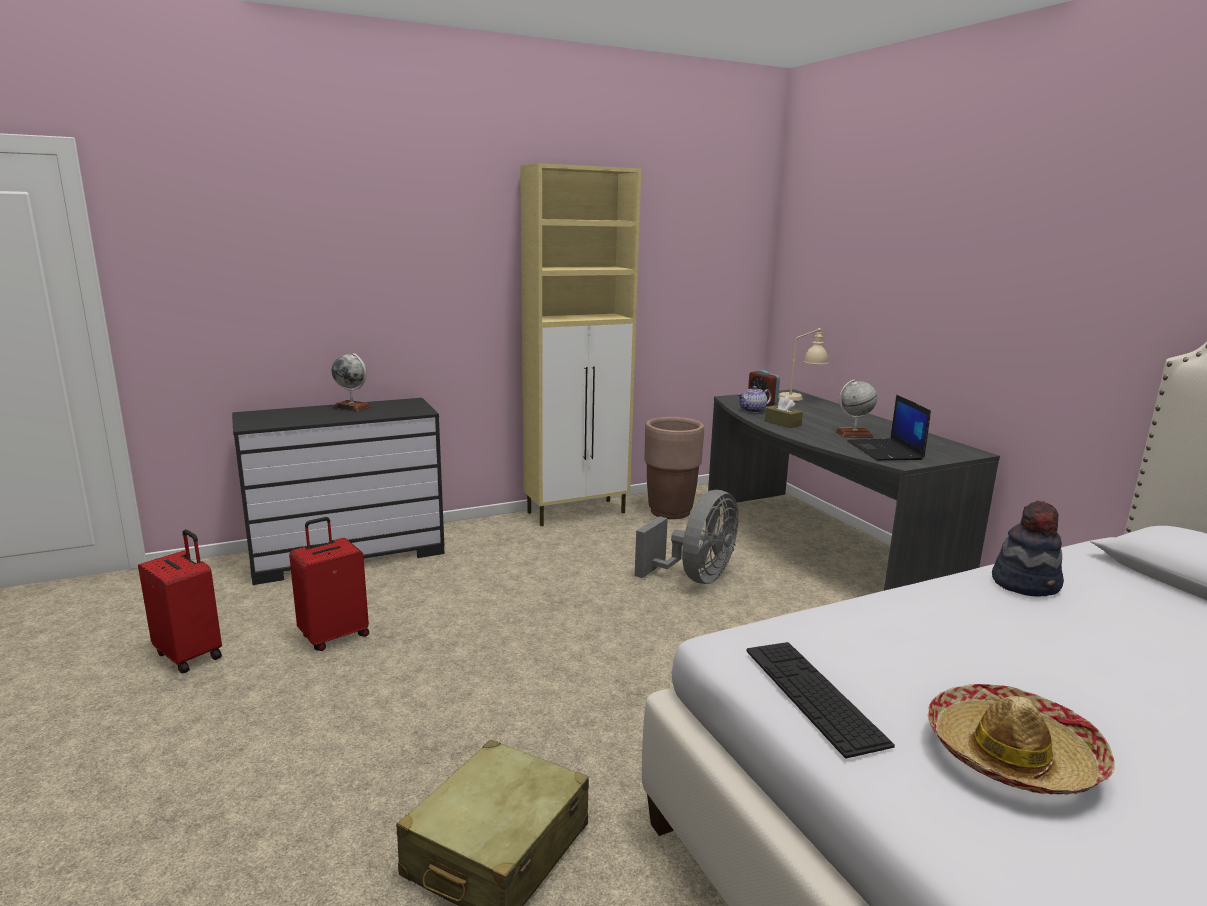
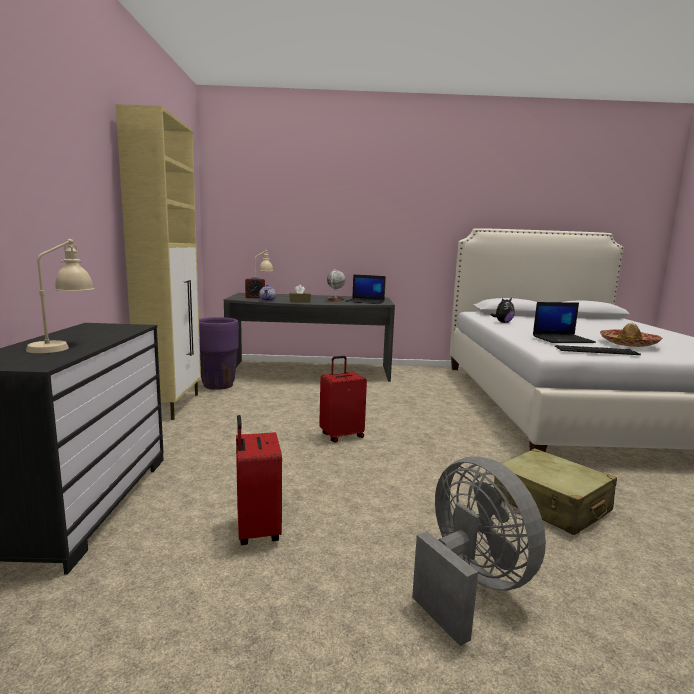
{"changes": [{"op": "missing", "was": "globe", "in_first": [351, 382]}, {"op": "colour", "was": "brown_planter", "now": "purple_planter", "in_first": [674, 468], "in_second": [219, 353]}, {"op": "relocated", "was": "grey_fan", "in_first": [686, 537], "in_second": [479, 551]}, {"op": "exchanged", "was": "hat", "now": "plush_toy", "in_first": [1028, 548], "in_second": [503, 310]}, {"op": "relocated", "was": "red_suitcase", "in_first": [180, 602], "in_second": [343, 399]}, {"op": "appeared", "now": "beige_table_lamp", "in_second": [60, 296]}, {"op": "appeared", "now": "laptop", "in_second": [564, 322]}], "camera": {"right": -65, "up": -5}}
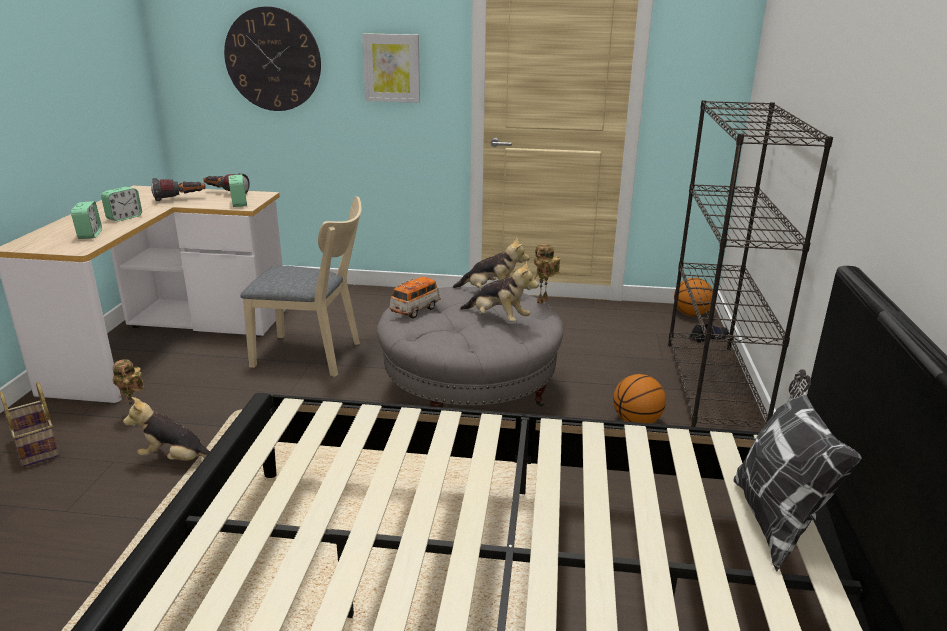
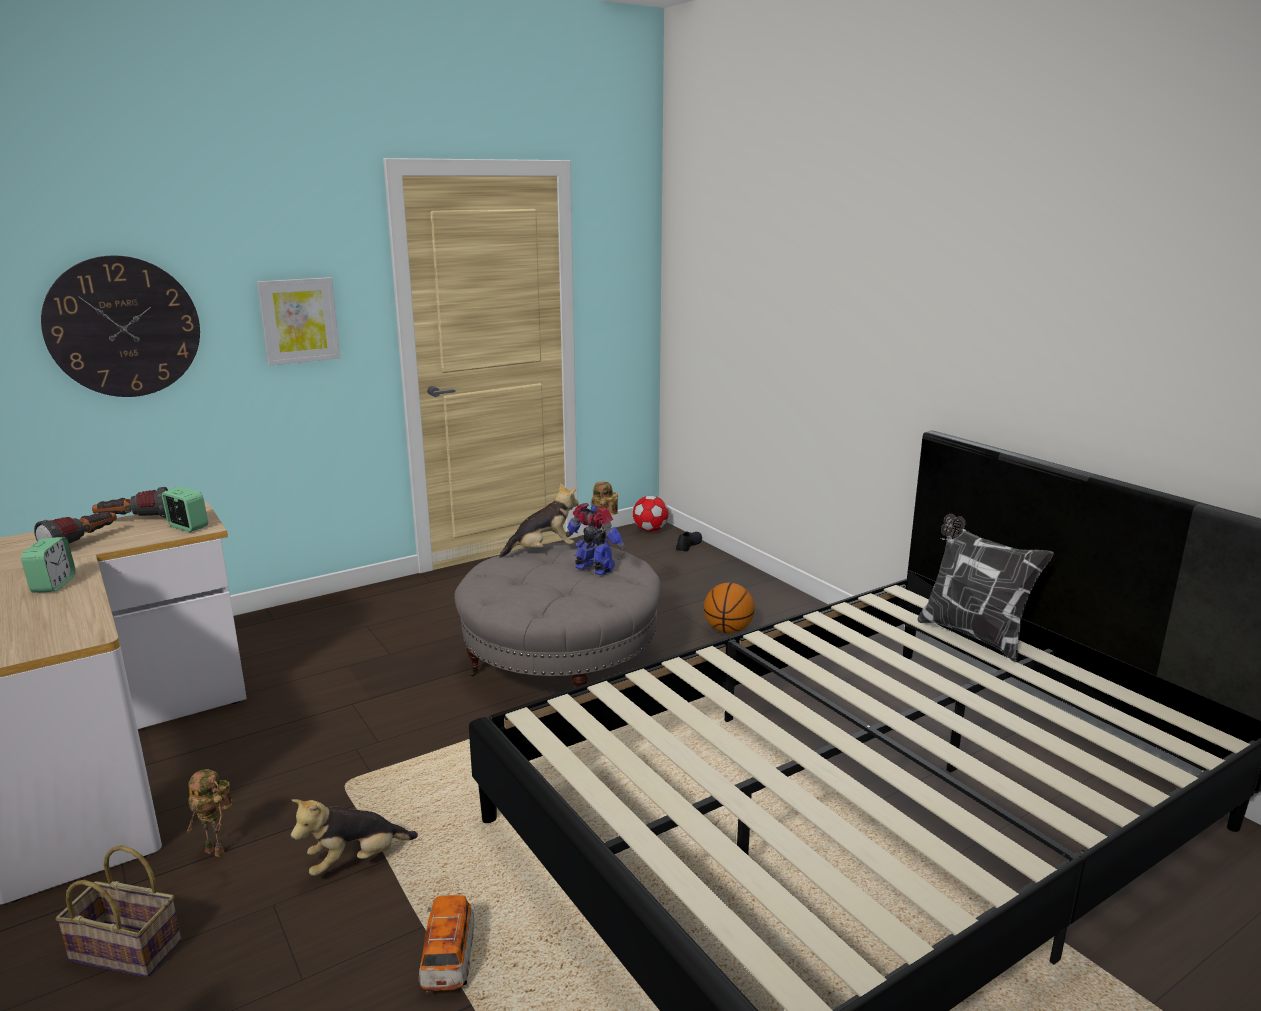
{"changes": [{"op": "missing", "was": "black_bookcase", "in_first": [750, 264]}, {"op": "missing", "was": "beige_chair", "in_first": [301, 286]}, {"op": "missing", "was": "alarm_clock", "in_first": [86, 220]}, {"op": "exchanged", "was": "plush_toy", "now": "toy_robot", "in_first": [499, 291], "in_second": [596, 539]}, {"op": "relocated", "was": "toy_car", "in_first": [415, 297], "in_second": [447, 944]}, {"op": "exchanged", "was": "basketball", "now": "football", "in_first": [693, 297], "in_second": [651, 514]}], "camera": {"right": -40, "up": -5}}
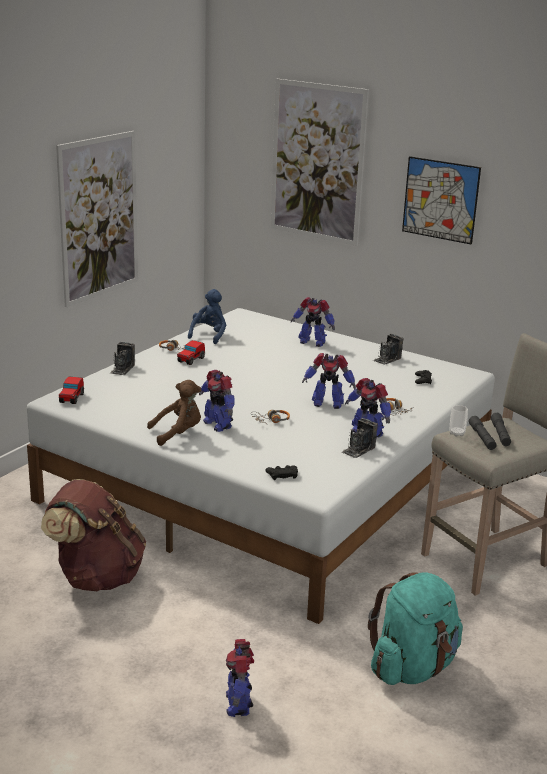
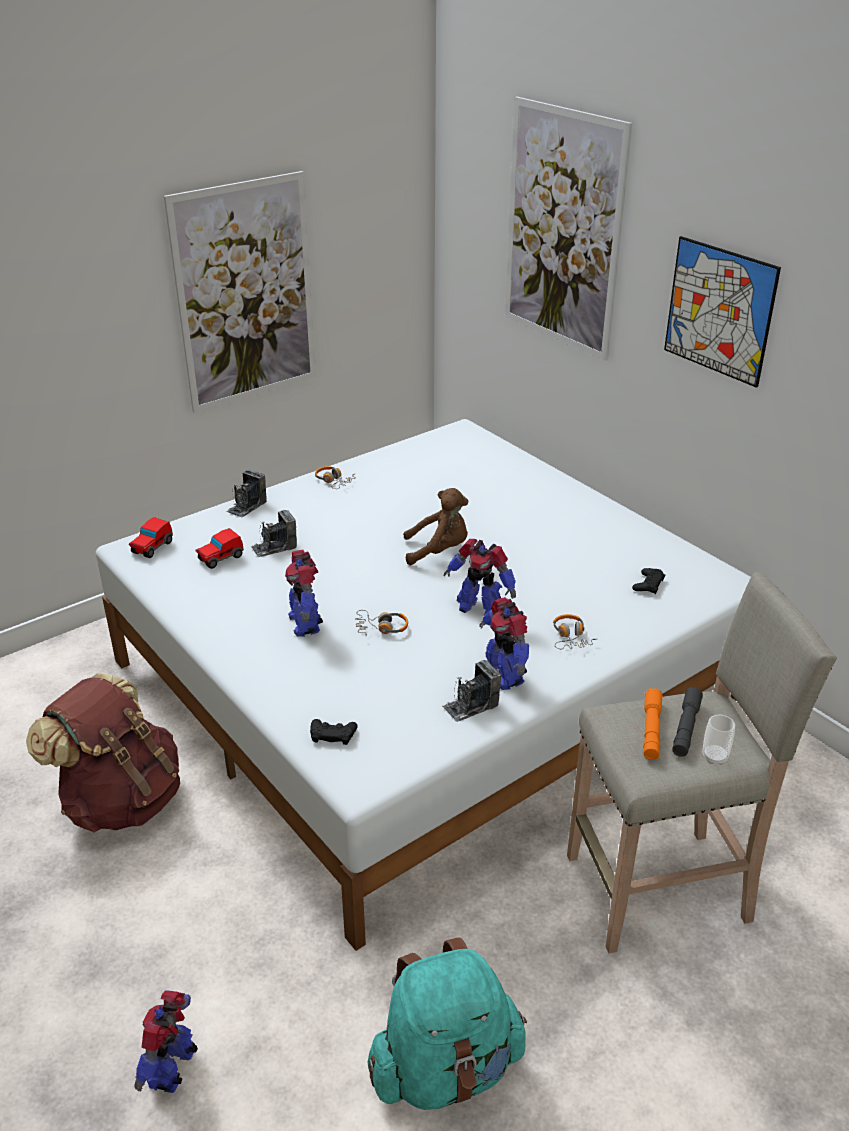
{"changes": [{"op": "missing", "was": "blue_plush_toy", "in_first": [207, 316]}, {"op": "missing", "was": "toy_robot", "in_first": [313, 322]}, {"op": "relocated", "was": "photo_camera", "in_first": [388, 349], "in_second": [274, 533]}, {"op": "relocated", "was": "toy_car", "in_first": [191, 352], "in_second": [219, 548]}, {"op": "relocated", "was": "brown_plush_toy", "in_first": [174, 413], "in_second": [435, 526]}, {"op": "relocated", "was": "cup", "in_first": [459, 421], "in_second": [718, 739]}, {"op": "colour", "was": "grey_flashlight", "now": "orange_flashlight", "in_first": [483, 433], "in_second": [652, 724]}], "camera": {"right": 20, "up": 10}}
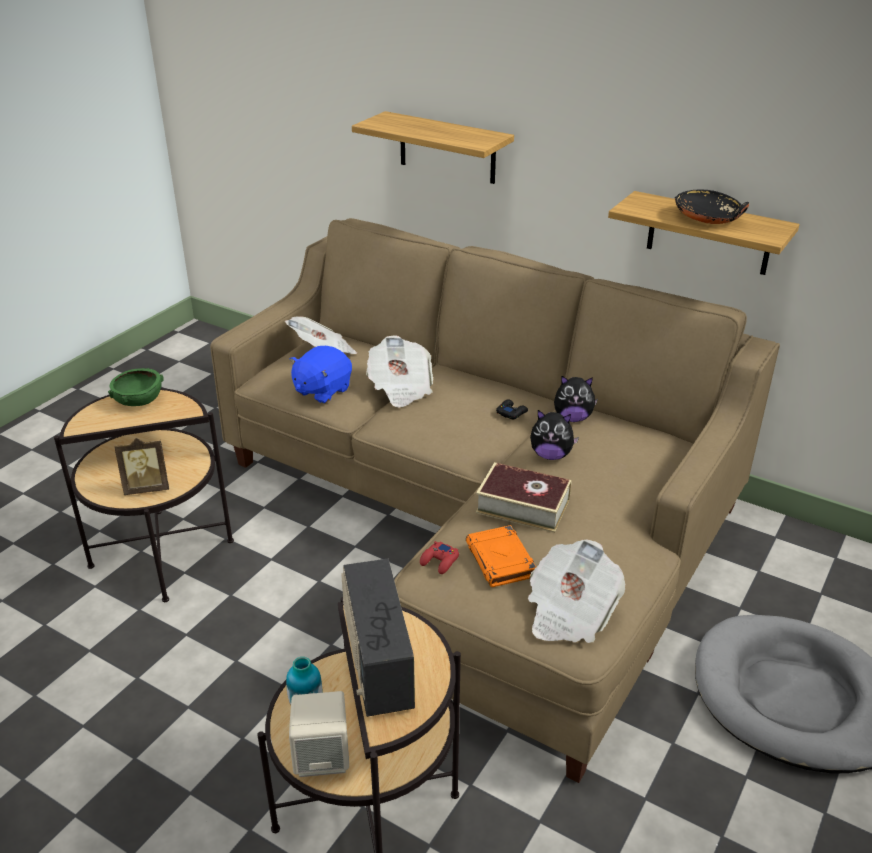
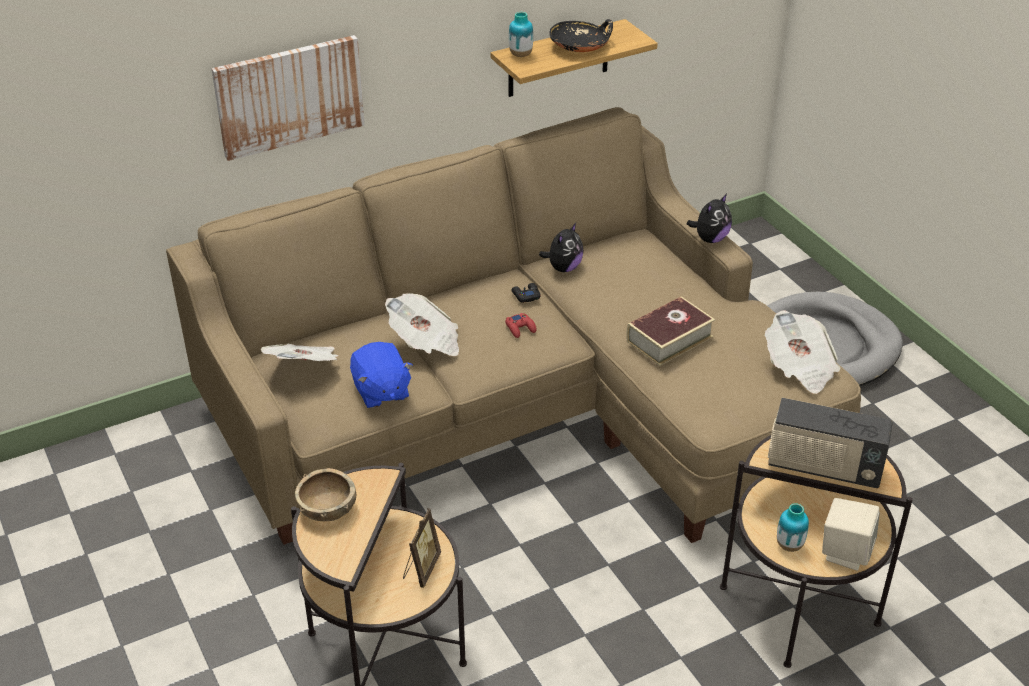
{"changes": [{"op": "exchanged", "was": "shelf", "now": "picture", "in_first": [433, 147], "in_second": [288, 98]}, {"op": "colour", "was": "green_bowl", "now": "brown_bowl", "in_first": [136, 387], "in_second": [325, 495]}, {"op": "relocated", "was": "plush_toy", "in_first": [554, 435], "in_second": [709, 218]}, {"op": "missing", "was": "orange_book", "in_first": [501, 556]}, {"op": "relocated", "was": "red_game_controller", "in_first": [439, 557], "in_second": [520, 325]}, {"op": "appeared", "now": "vase", "in_second": [521, 34]}], "camera": {"right": -60, "up": 5}}
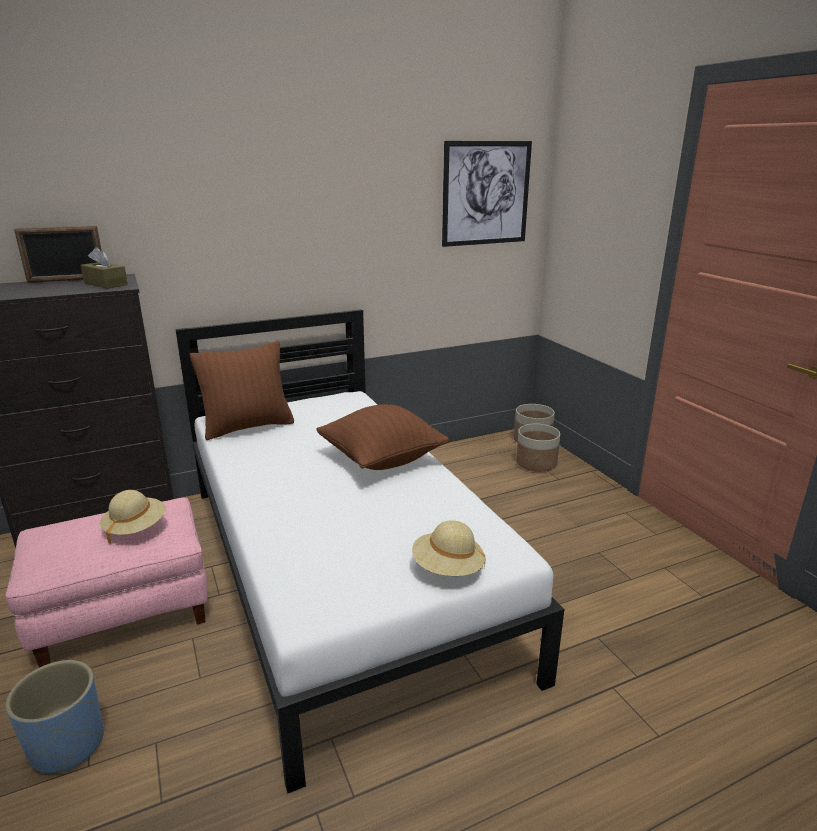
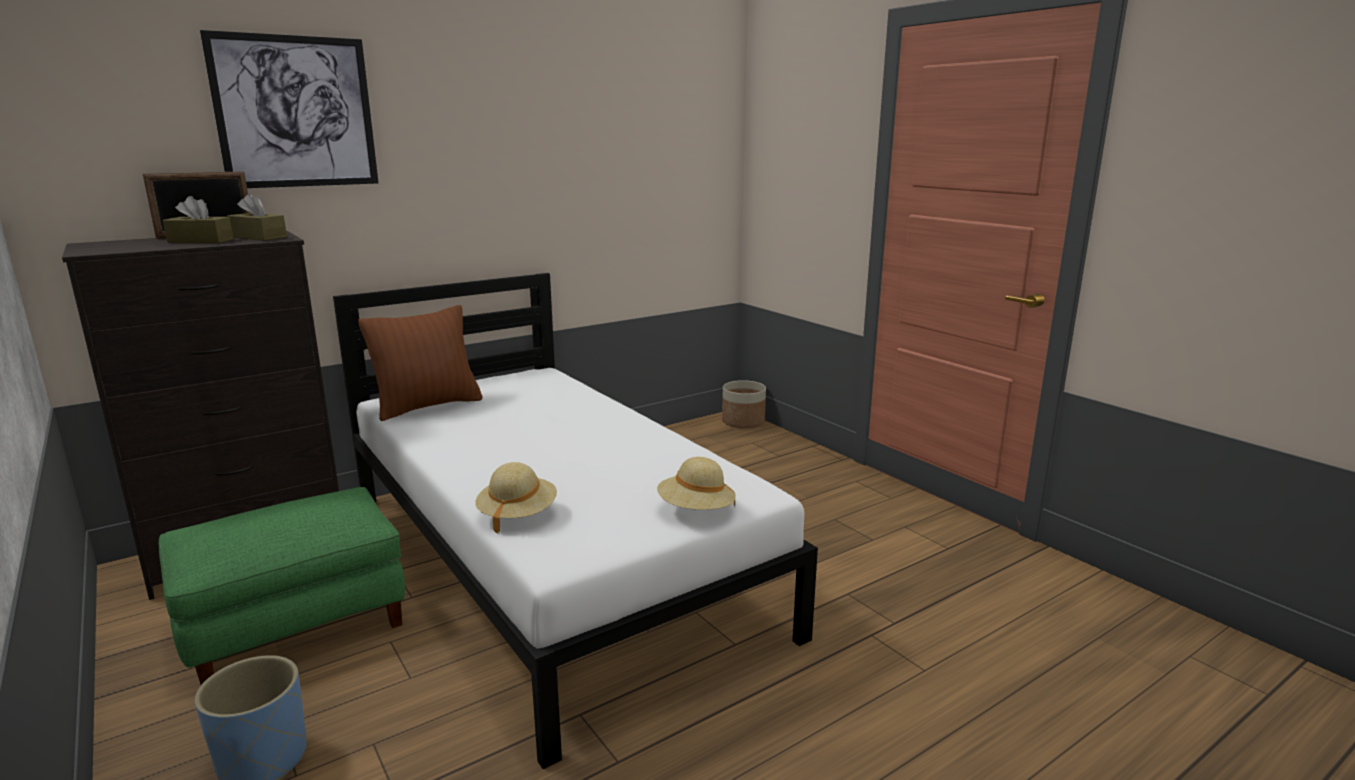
{"changes": [{"op": "relocated", "was": "picture", "in_first": [487, 194], "in_second": [289, 109]}, {"op": "missing", "was": "brown_pillow", "in_first": [382, 437]}, {"op": "missing", "was": "planter", "in_first": [538, 448]}, {"op": "relocated", "was": "beige_hat", "in_first": [133, 517], "in_second": [516, 498]}, {"op": "colour", "was": "pink_ottoman", "now": "green_ottoman", "in_first": [106, 582], "in_second": [282, 586]}, {"op": "appeared", "now": "brown_tissue_box", "in_second": [198, 219]}], "camera": {"right": -10, "up": -5}}
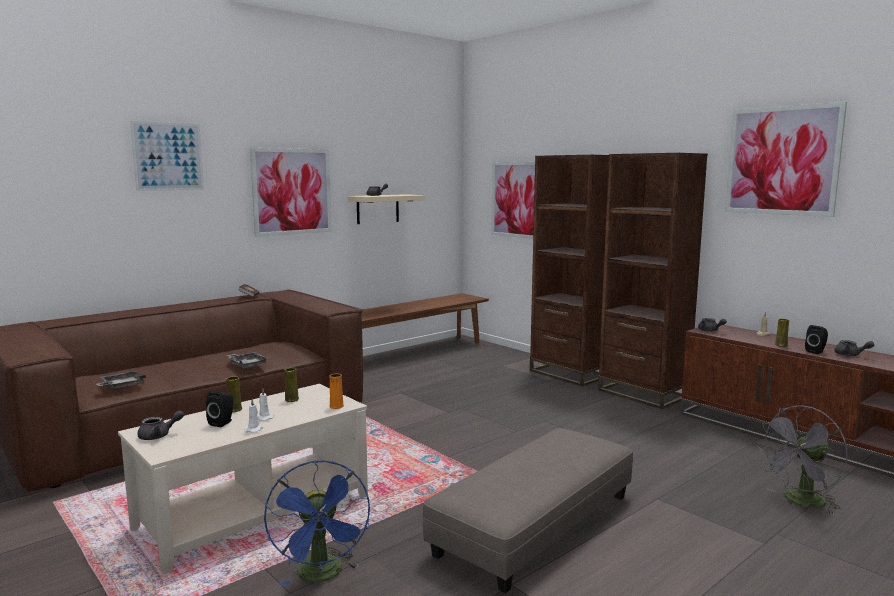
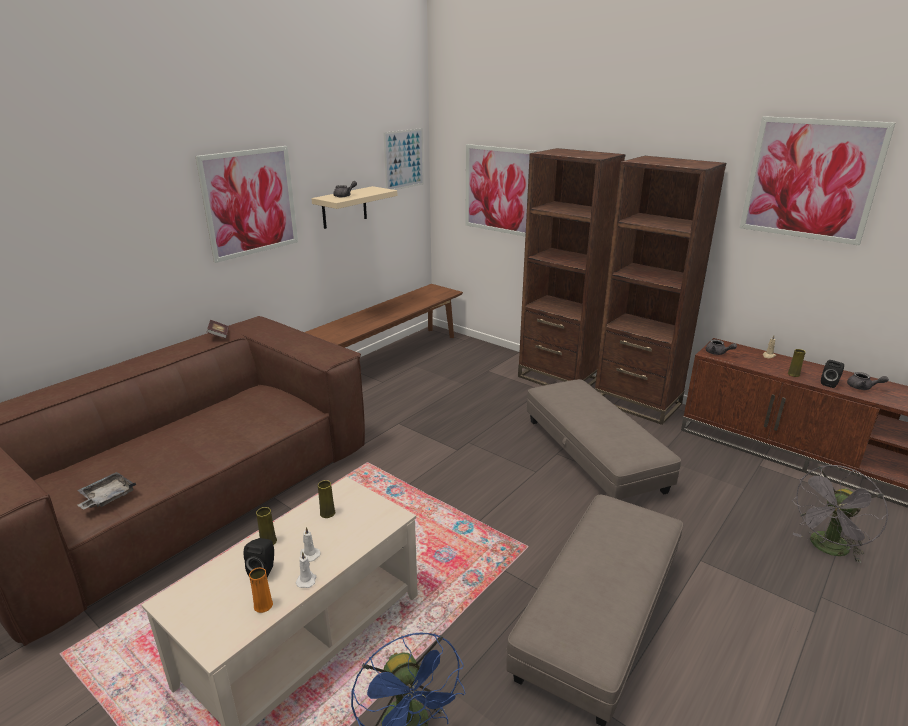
{"changes": [{"op": "relocated", "was": "picture", "in_first": [167, 156], "in_second": [403, 159]}, {"op": "missing", "was": "grey_tray", "in_first": [247, 360]}, {"op": "relocated", "was": "orange_vase", "in_first": [336, 391], "in_second": [261, 590]}, {"op": "missing", "was": "grey_teapot", "in_first": [160, 425]}, {"op": "appeared", "now": "grey_ottoman", "in_second": [604, 439]}], "camera": {"right": -10, "up": 15}}
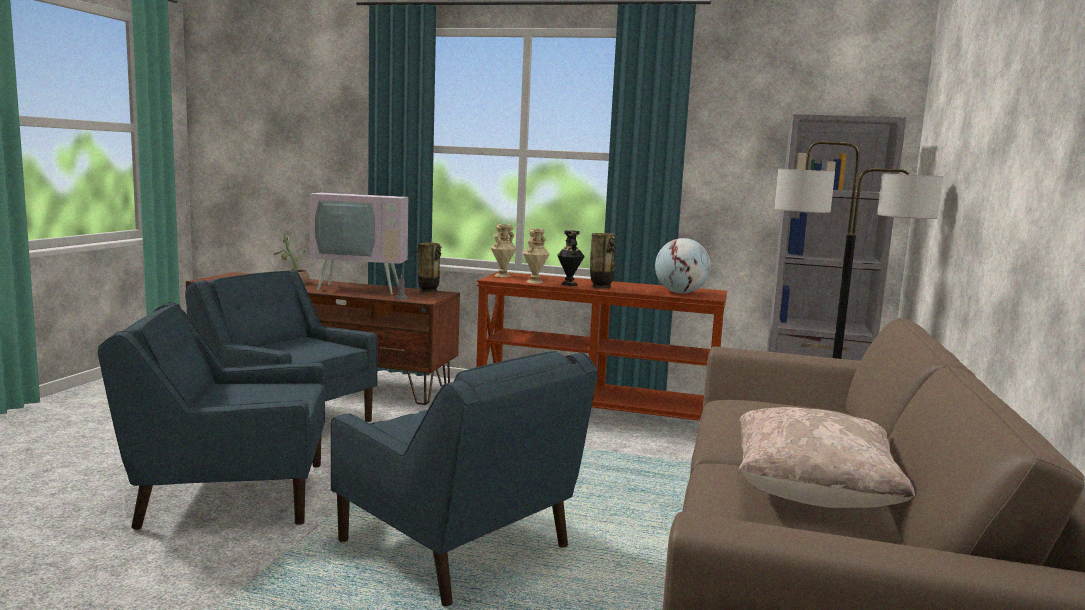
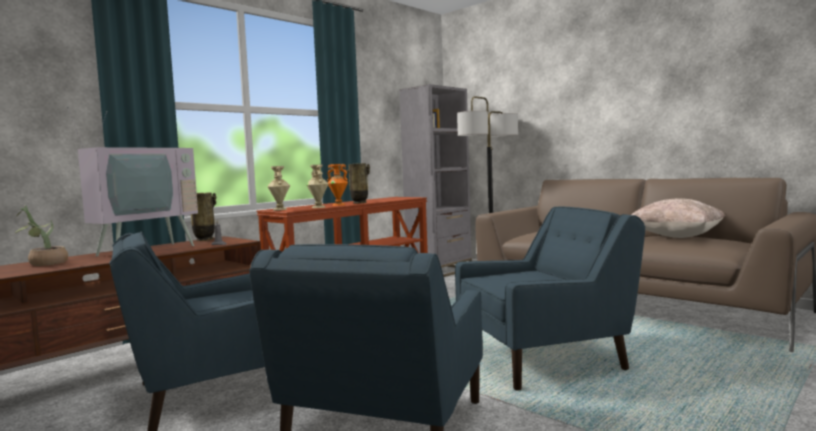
{"changes": [{"op": "colour", "was": "black_vase", "now": "orange_vase", "in_first": [571, 258], "in_second": [337, 185]}, {"op": "missing", "was": "globe", "in_first": [683, 265]}], "camera": {"right": -60, "up": -5}}
